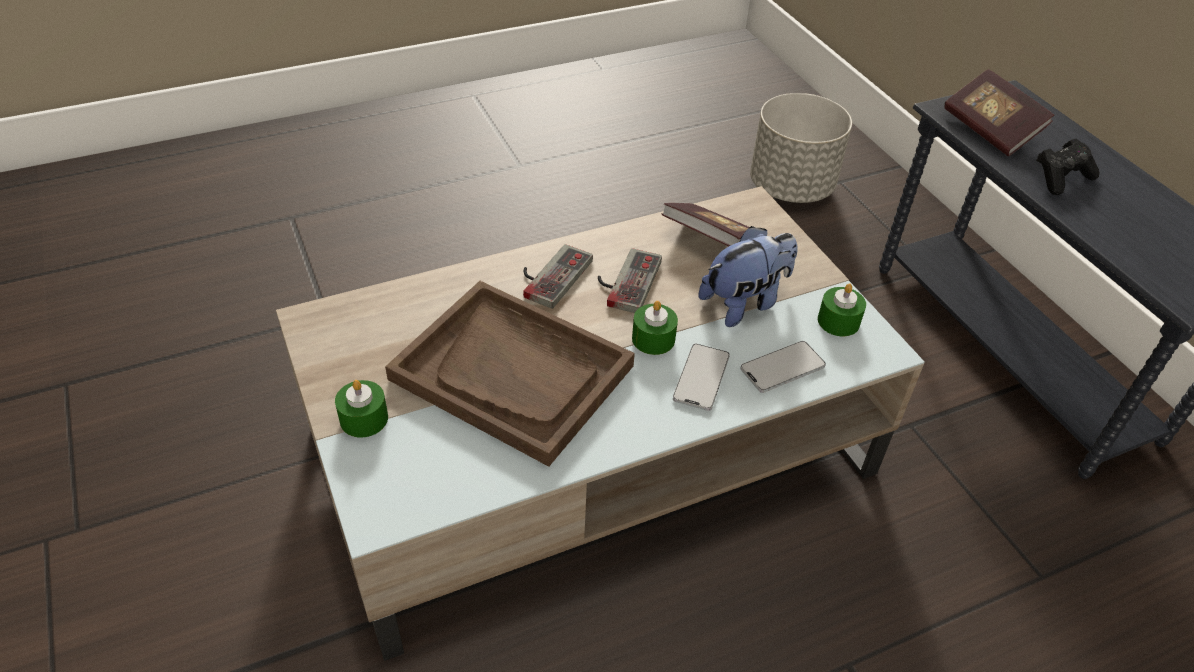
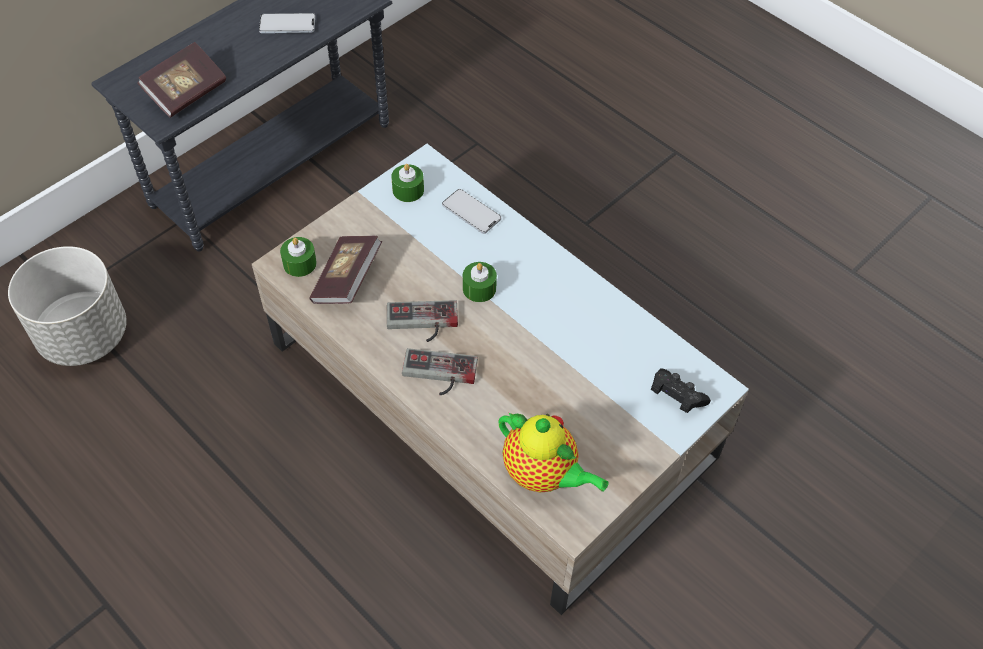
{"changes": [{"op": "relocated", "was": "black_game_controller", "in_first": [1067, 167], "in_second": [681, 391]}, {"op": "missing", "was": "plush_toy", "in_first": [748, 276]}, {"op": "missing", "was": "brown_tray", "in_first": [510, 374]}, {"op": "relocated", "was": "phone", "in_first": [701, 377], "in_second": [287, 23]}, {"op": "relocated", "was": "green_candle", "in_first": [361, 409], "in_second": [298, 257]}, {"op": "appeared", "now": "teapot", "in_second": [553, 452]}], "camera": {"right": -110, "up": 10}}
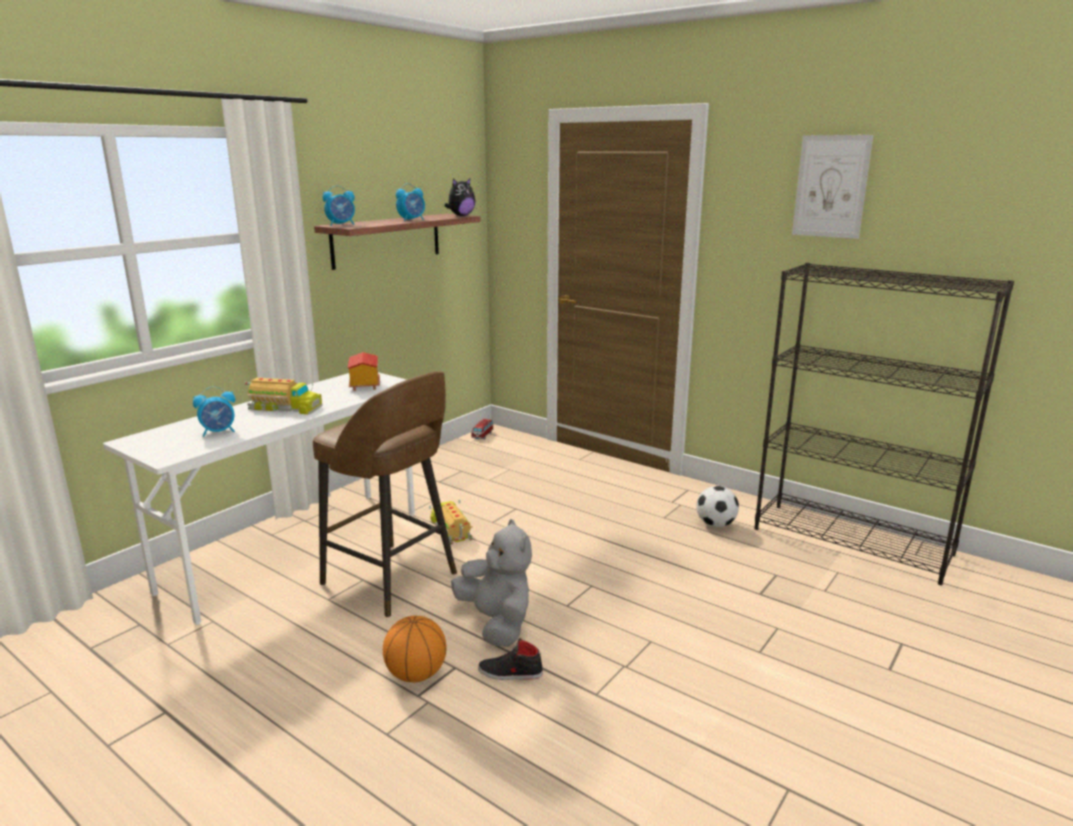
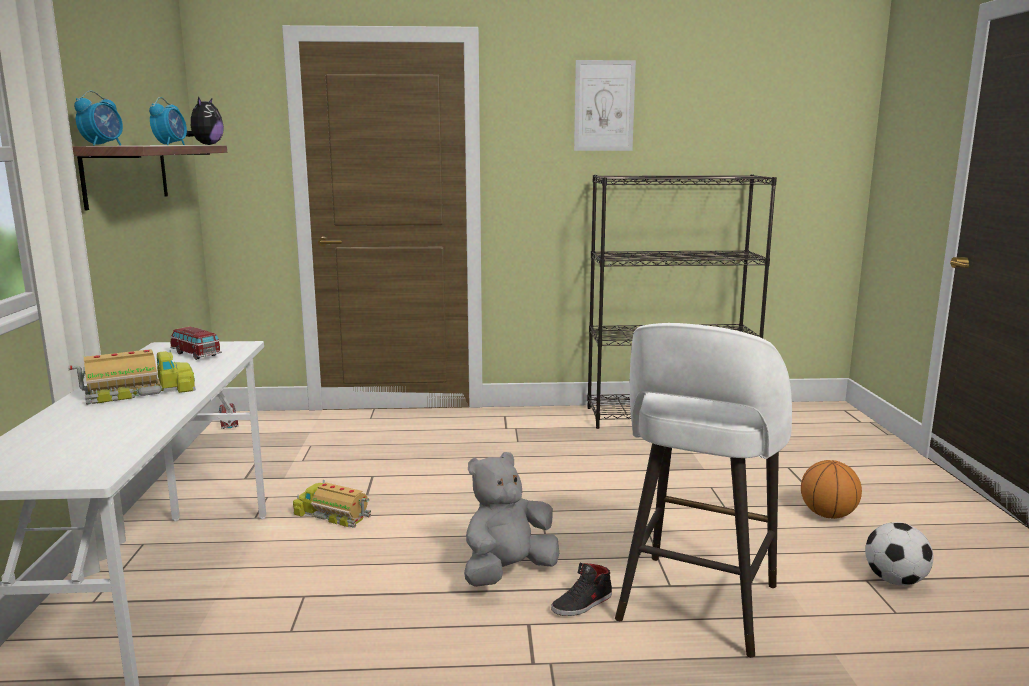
{"changes": [{"op": "exchanged", "was": "toy_house", "now": "toy_car", "in_first": [364, 371], "in_second": [196, 343]}, {"op": "missing", "was": "brown_stool", "in_first": [385, 494]}, {"op": "missing", "was": "alarm_clock", "in_first": [214, 412]}, {"op": "relocated", "was": "football", "in_first": [717, 506], "in_second": [899, 553]}, {"op": "spun", "was": "grey_plush_toy", "in_first": [491, 583], "in_second": [511, 519], "clockwise": -60}, {"op": "relocated", "was": "basketball", "in_first": [415, 649], "in_second": [831, 489]}, {"op": "appeared", "now": "white_stool", "in_second": [703, 490]}], "camera": {"right": -40, "up": -5}}
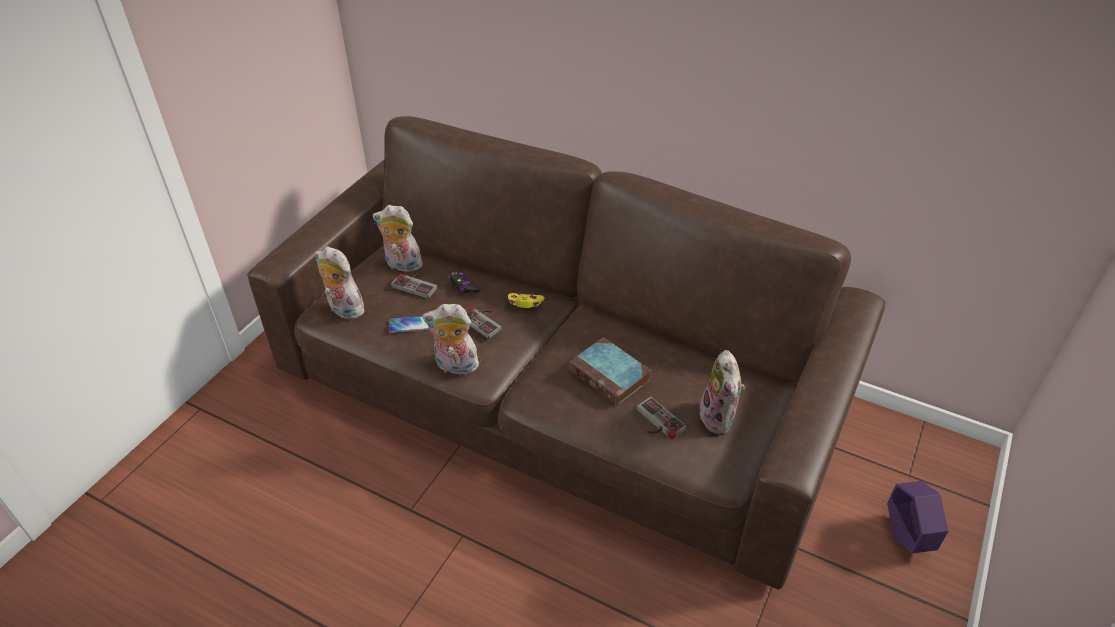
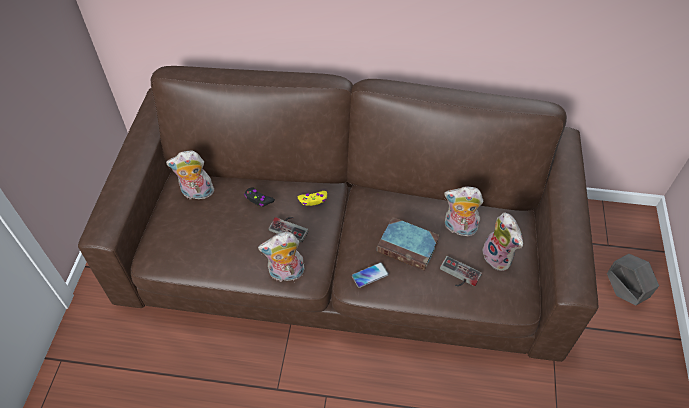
{"changes": [{"op": "relocated", "was": "plush_toy", "in_first": [339, 282], "in_second": [463, 211]}, {"op": "missing", "was": "game_controller", "in_first": [414, 286]}, {"op": "relocated", "was": "phone", "in_first": [409, 324], "in_second": [370, 275]}, {"op": "colour", "was": "purple_planter", "now": "grey_planter", "in_first": [917, 517], "in_second": [633, 280]}], "camera": {"right": -20, "up": 10}}
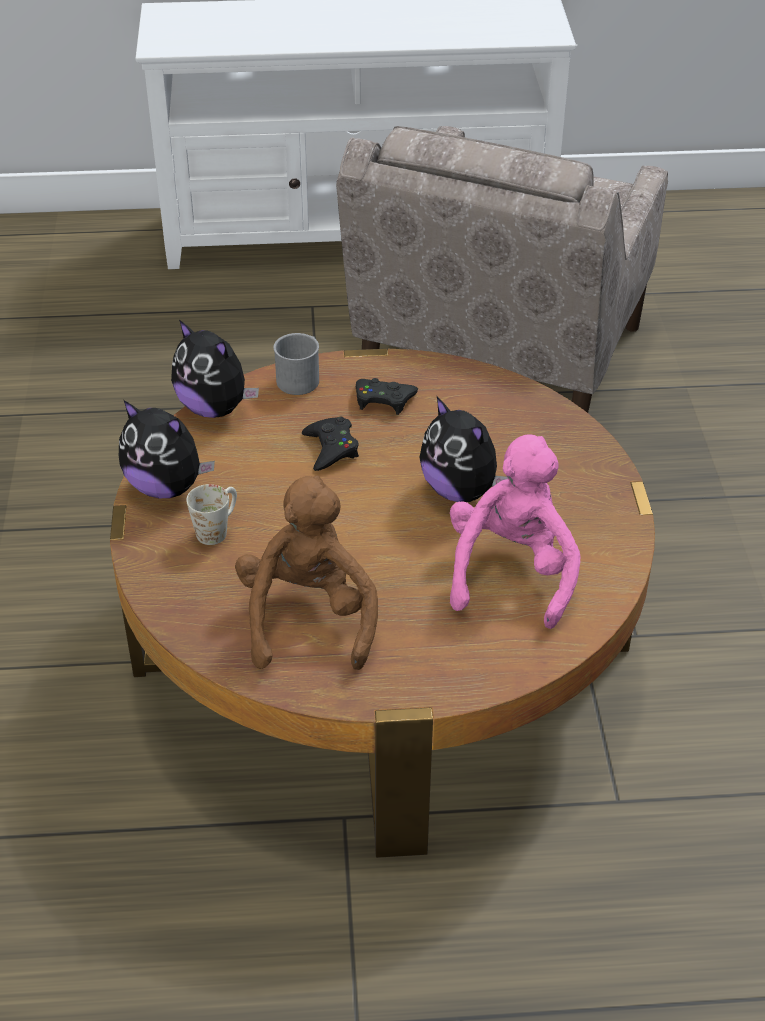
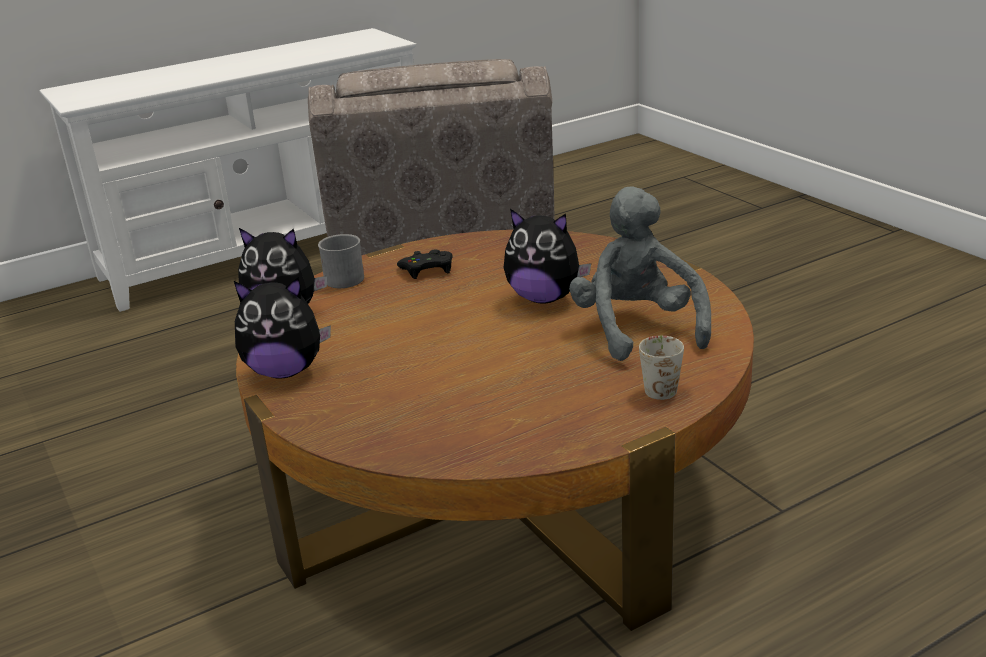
{"changes": [{"op": "missing", "was": "black_game_controller", "in_first": [330, 444]}, {"op": "colour", "was": "pink_plush_toy", "now": "grey_plush_toy", "in_first": [515, 531], "in_second": [640, 273]}, {"op": "missing", "was": "brown_plush_toy", "in_first": [306, 573]}, {"op": "relocated", "was": "white_mug", "in_first": [211, 514], "in_second": [661, 368]}], "camera": {"right": -25, "up": -15}}
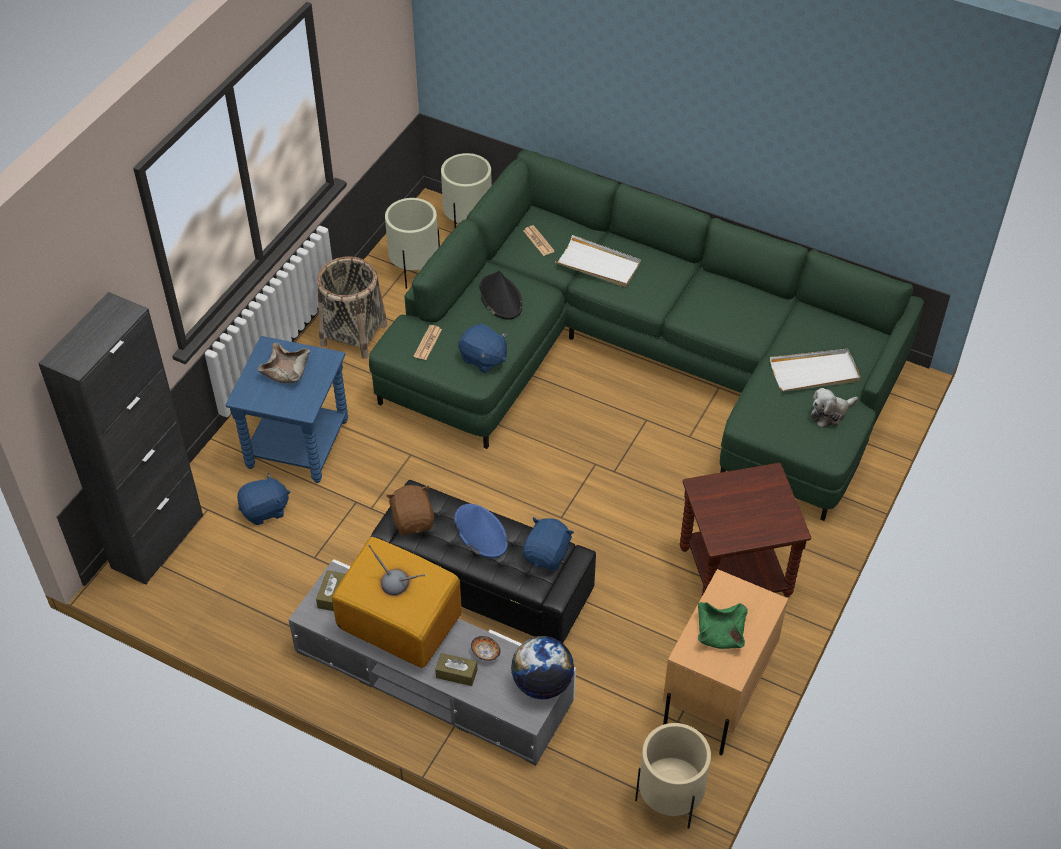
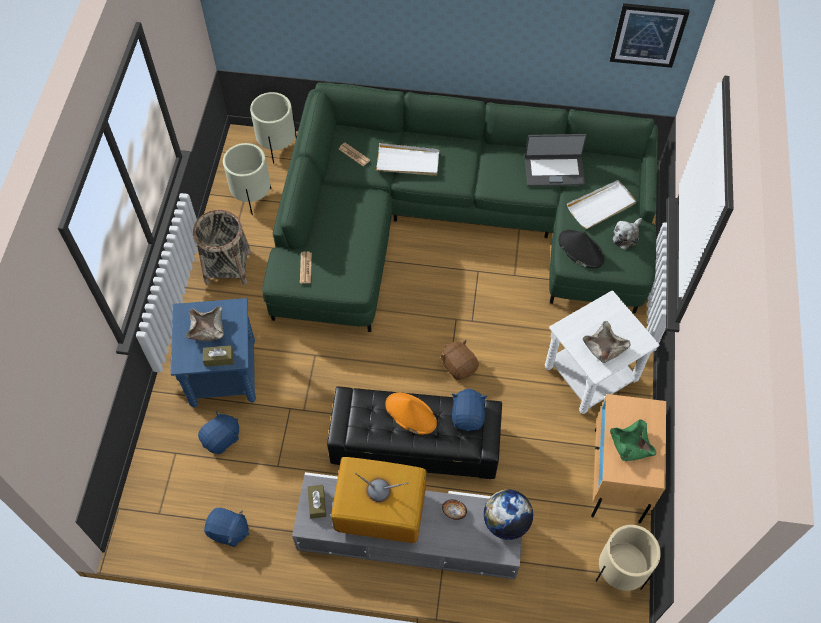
{"changes": [{"op": "relocated", "was": "black_hat", "in_first": [501, 295], "in_second": [581, 249]}, {"op": "missing", "was": "black_cabinet", "in_first": [120, 438]}, {"op": "relocated", "was": "blue_plush_toy", "in_first": [482, 348], "in_second": [226, 527]}, {"op": "colour", "was": "brown_side_table", "now": "white_side_table", "in_first": [745, 530], "in_second": [602, 352]}, {"op": "relocated", "was": "brown_plush_toy", "in_first": [410, 510], "in_second": [459, 360]}, {"op": "colour", "was": "blue_hat", "now": "orange_hat", "in_first": [481, 531], "in_second": [411, 413]}, {"op": "relocated", "was": "brown_tissue_box", "in_first": [456, 669], "in_second": [218, 356]}, {"op": "appeared", "now": "picture", "in_second": [650, 35]}, {"op": "appeared", "now": "laptop", "in_second": [556, 160]}, {"op": "appeared", "now": "beige_bowl", "in_second": [607, 342]}], "camera": {"right": -20, "up": 10}}
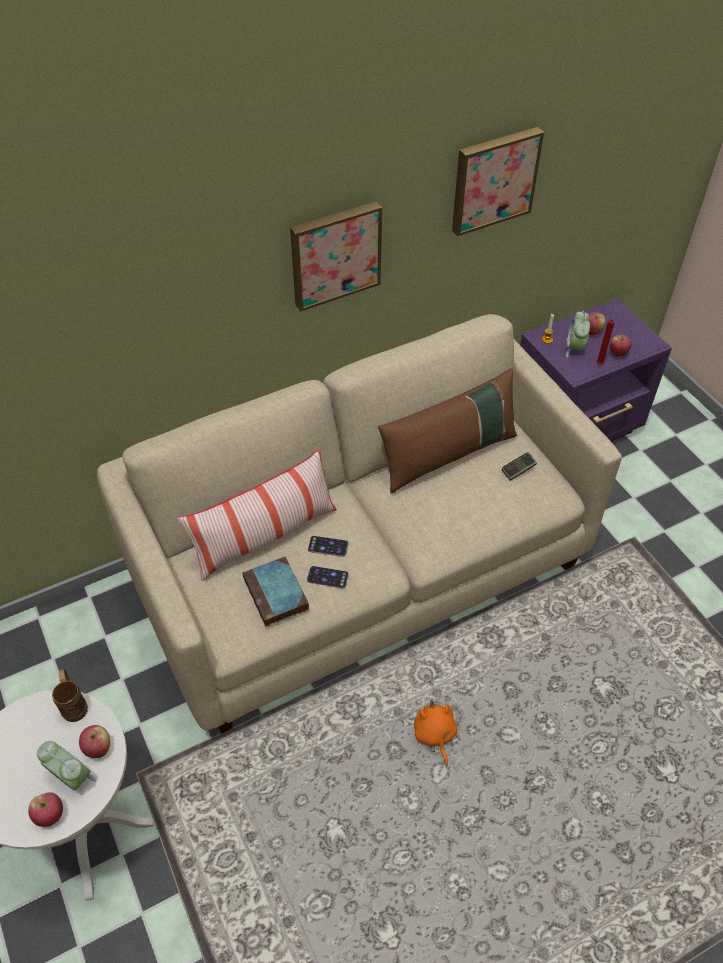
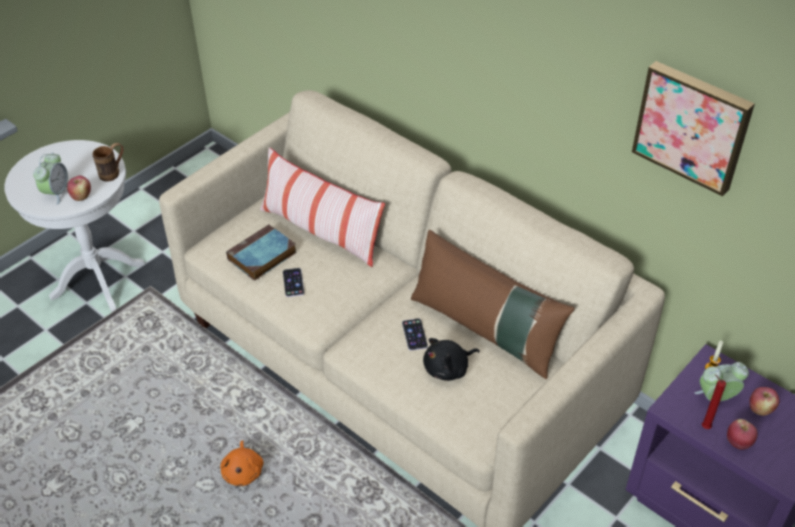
{"changes": [{"op": "missing", "was": "picture", "in_first": [336, 256]}, {"op": "missing", "was": "game_controller", "in_first": [519, 466]}, {"op": "relocated", "was": "phone", "in_first": [328, 546], "in_second": [415, 334]}, {"op": "spun", "was": "orange_plush_toy", "in_first": [435, 732], "in_second": [241, 463], "clockwise": 120}, {"op": "missing", "was": "apple", "in_first": [45, 810]}, {"op": "appeared", "now": "black_plush_toy", "in_second": [451, 359]}], "camera": {"right": 70, "up": -5}}
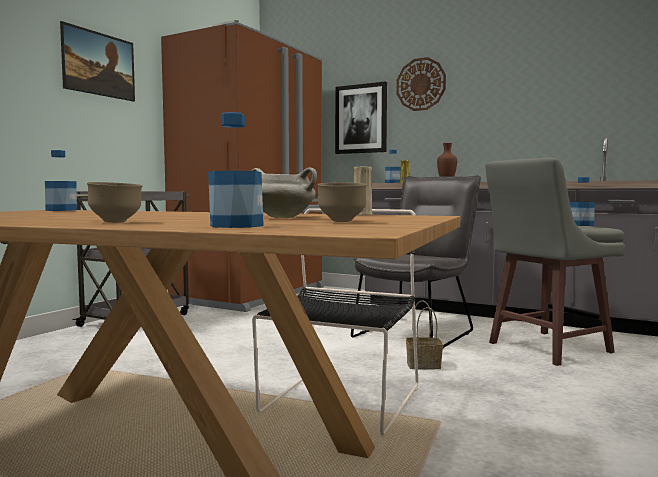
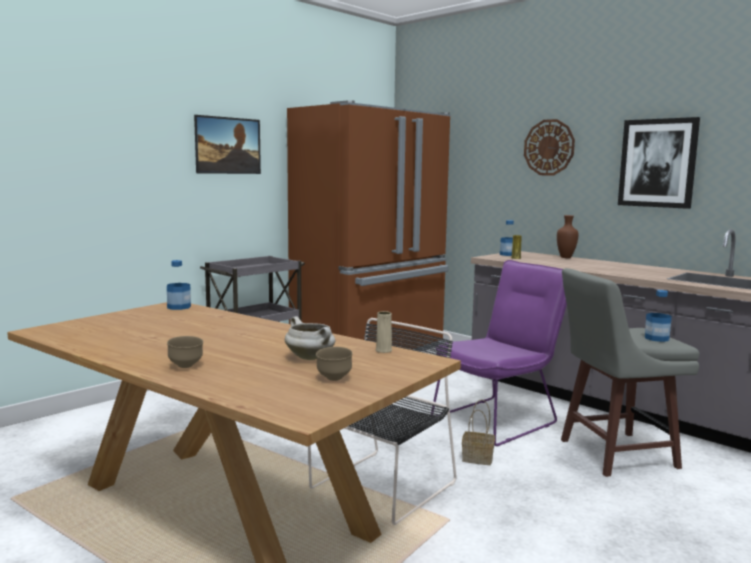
{"changes": [{"op": "relocated", "was": "picture", "in_first": [361, 117], "in_second": [659, 163]}, {"op": "missing", "was": "bottle", "in_first": [236, 170]}, {"op": "colour", "was": "grey_chair", "now": "purple_chair", "in_first": [416, 261], "in_second": [499, 353]}], "camera": {"right": 15, "up": 5}}
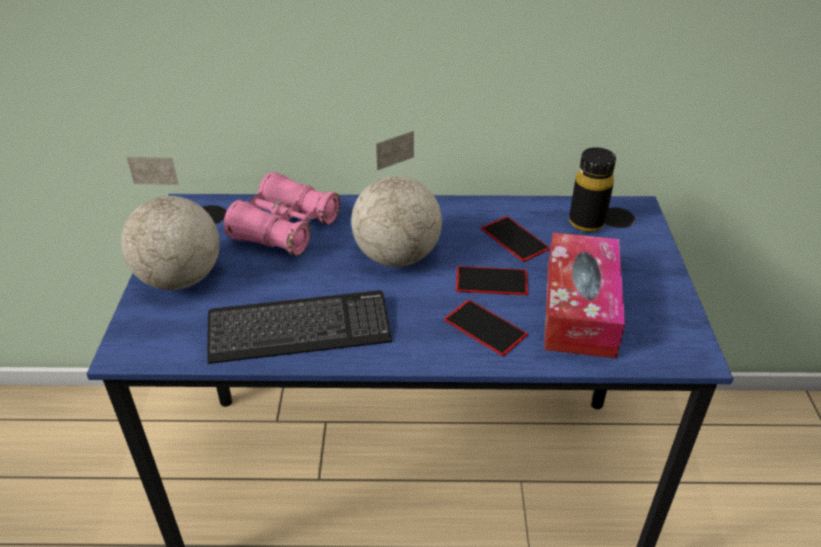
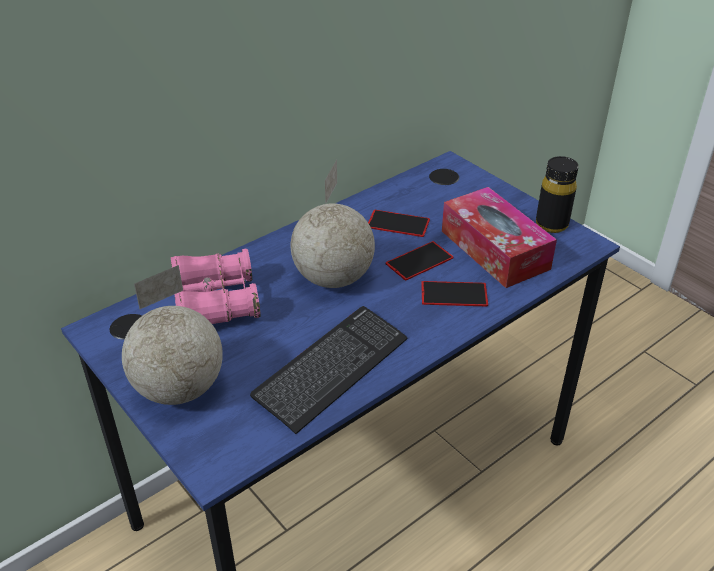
{"changes": [{"op": "relocated", "was": "black_bottle", "in_first": [592, 189], "in_second": [557, 194]}], "camera": {"right": -40, "up": 0}}
